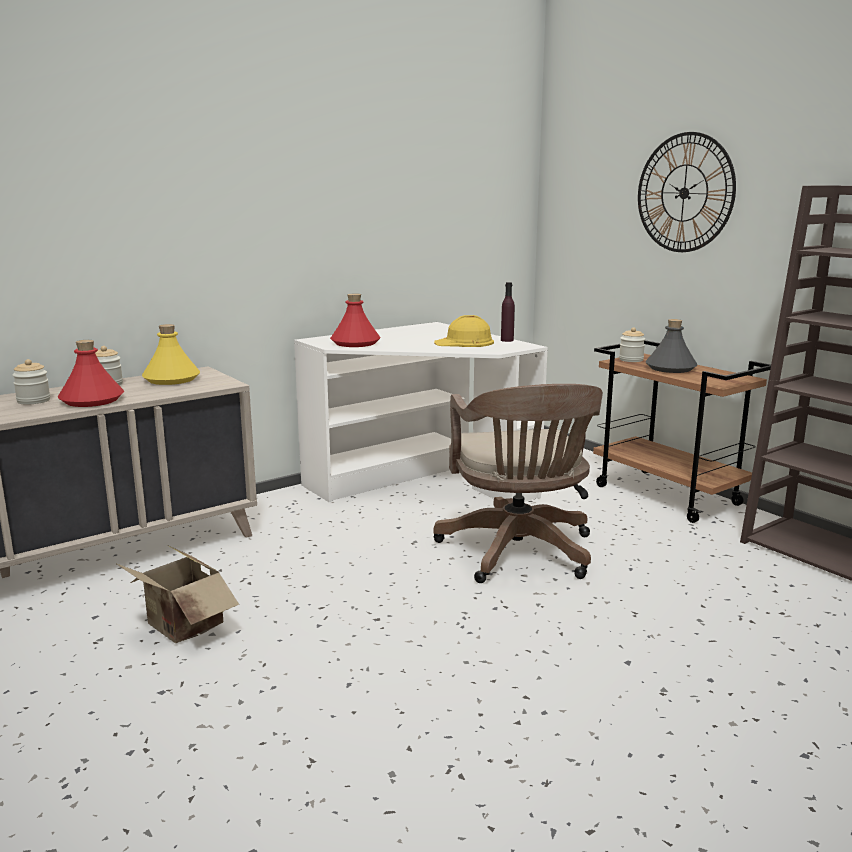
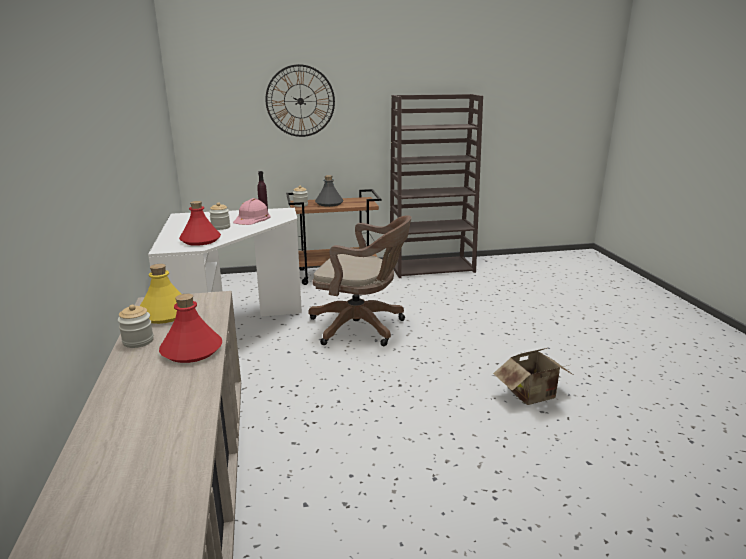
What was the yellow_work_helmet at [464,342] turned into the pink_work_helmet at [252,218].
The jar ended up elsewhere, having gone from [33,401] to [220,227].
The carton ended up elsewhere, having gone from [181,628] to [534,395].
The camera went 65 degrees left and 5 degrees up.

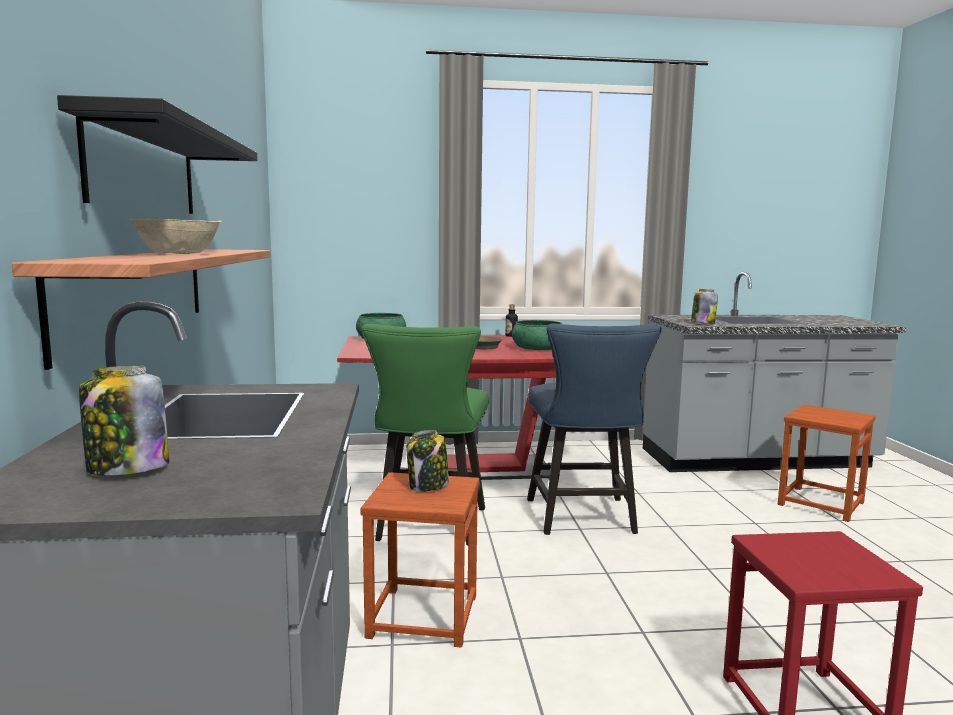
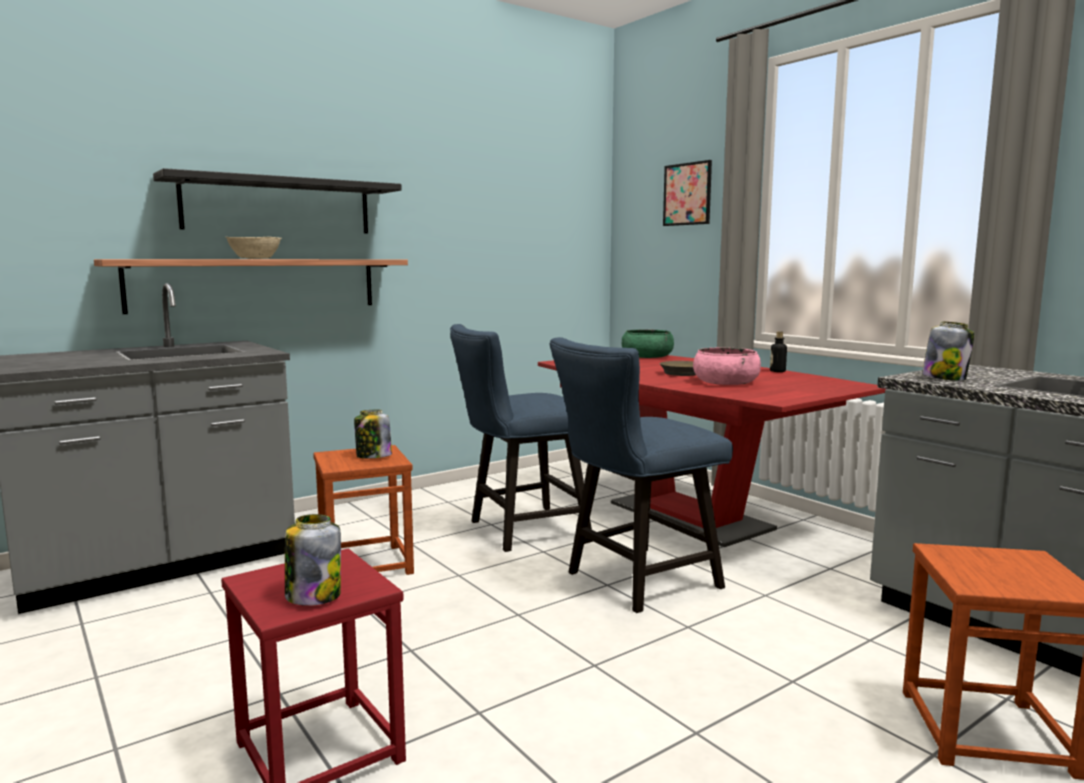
What was the green_deep_dish at [538,348] turned into the pink_deep_dish at [725,382].
What was the green_plain_chair at [429,527] turned into the bluish_plain_chair at [520,530].
The jar ended up elsewhere, having gone from [126,469] to [313,596].
The second view gained the wall_picture at [687,194].
The camera went 60 degrees right and 0 degrees up.

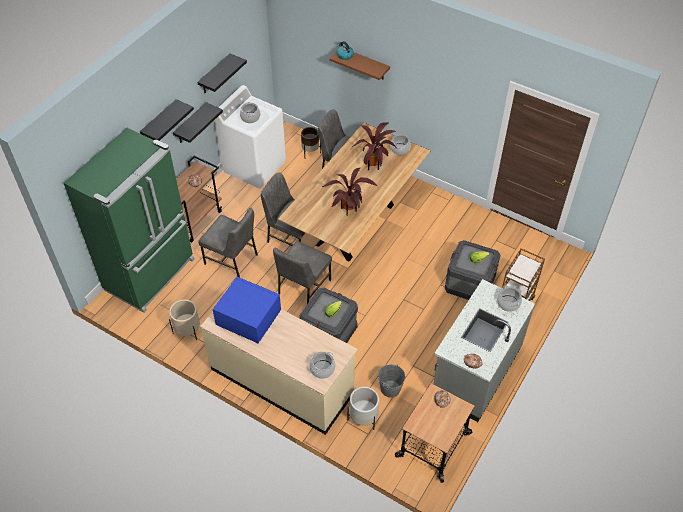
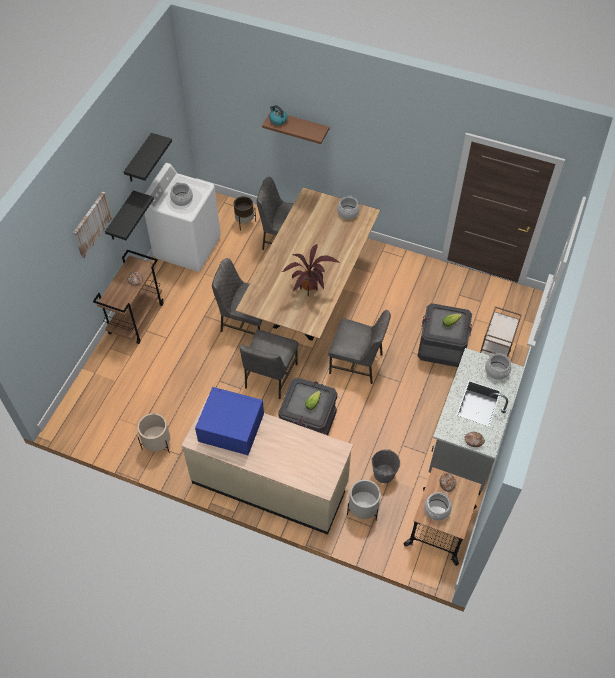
Where the black_bracket_shelf hung at [159,122], the wall_picture came to hang at [91,224].
The second view lost the plant_in_a_pot at [374,166].
The second view lost the green_fridge at [151,275].
The gray_plain_chair ended up elsewhere, having gone from [232,259] to [357,363].
The saucepot ended up elsewhere, having gone from [322,369] to [437,509].
The camera went 10 degrees left and 5 degrees up.

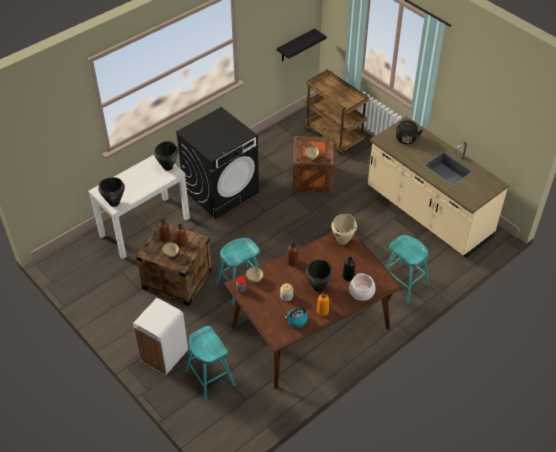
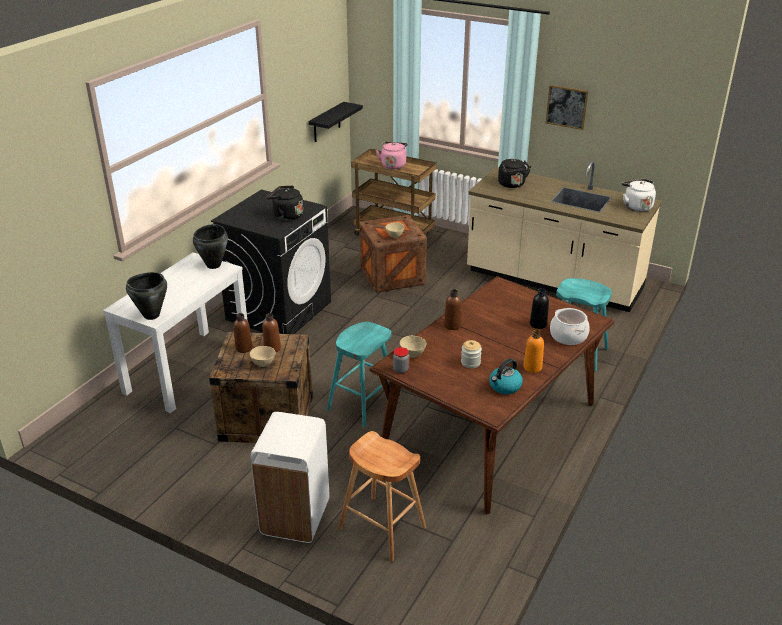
The second view lost the beige_saucepot at [343,241].
The second view lost the black_saucepot at [318,287].
What was the turquoise_stool at [210,378] turned into the brownish_stool at [382,528].
The second view gained the wall_picture at [567,106].
The second view gained the pink_kettle at [393,165].
The second view gained the whitish_kettle at [636,206].
The second view gained the black_kettle at [286,215].
The camera went 20 degrees left and 15 degrees down.

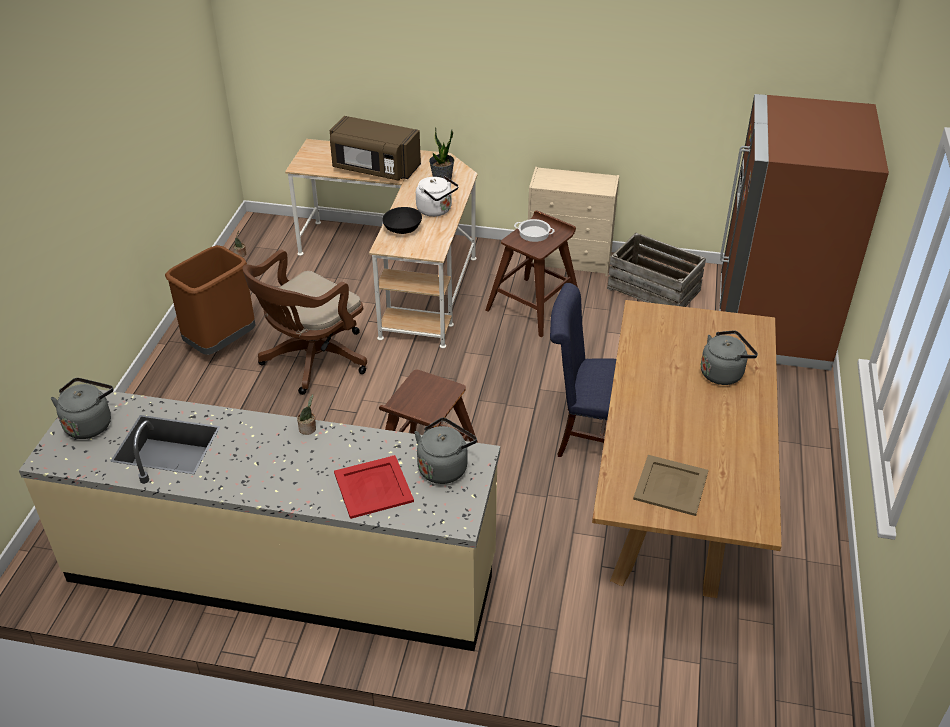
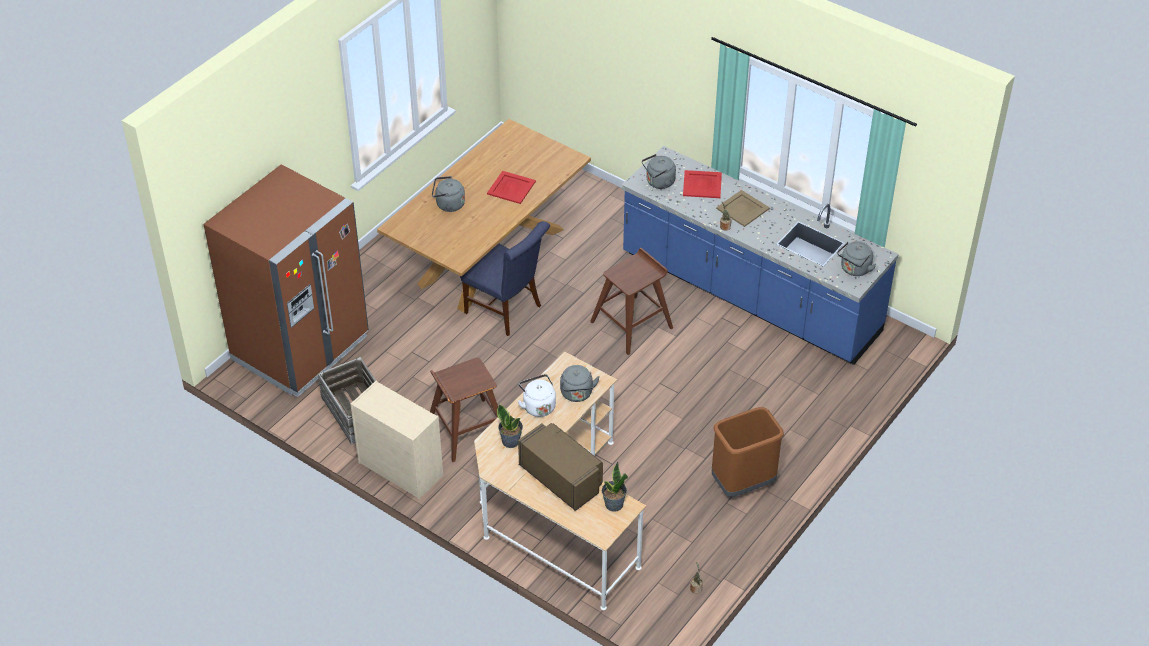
Where the black_deep_dish stood at [403,229], the gray_kettle came to stand at [577,394].
The second view lost the saucepot at [534,233].
The second view lost the brownish_office_chair at [311,361].
What was the beige_counter at [283,570] turned into the bluish_counter at [749,295].
The beige_serving_tray ended up elsewhere, having gone from [671,485] to [742,208].
The second view gained the reddish_serving_tray at [511,188].
The second view gained the plant_in_a_pot at [613,504].
The camera went 155 degrees left and 5 degrees up.

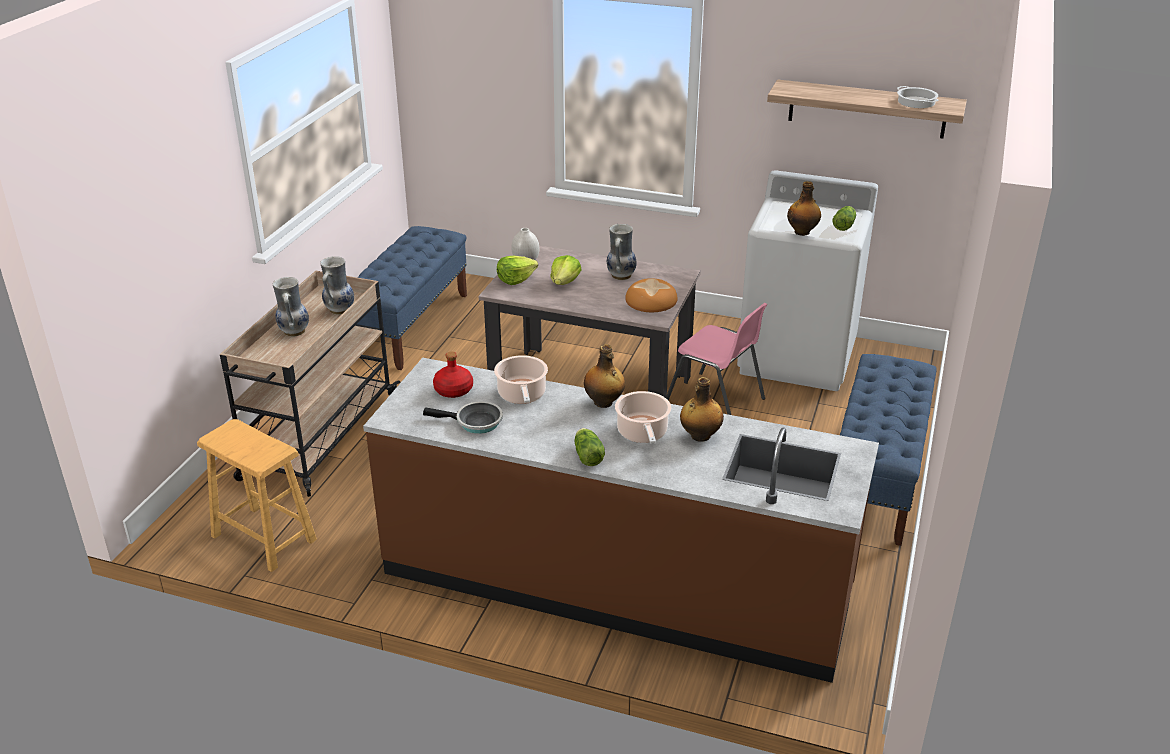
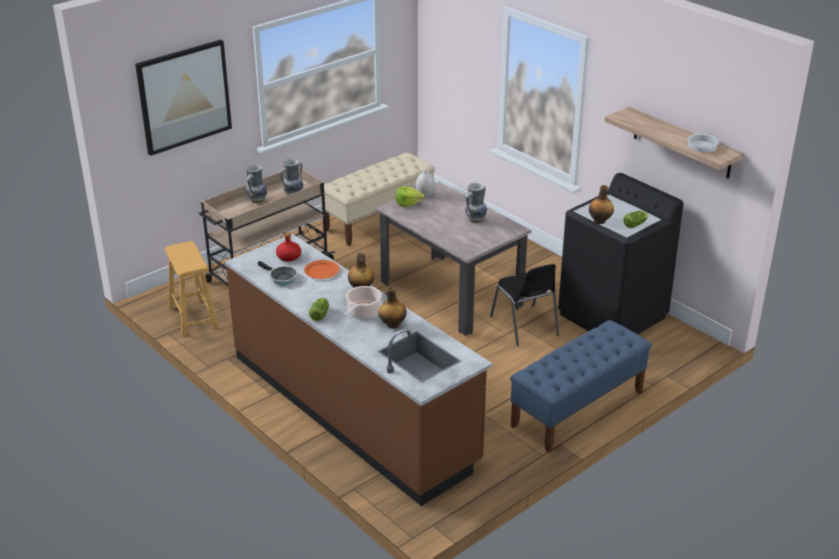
What was the whitish_washing_machine at [798,357] turned into the black_washing_machine at [612,316].
What was the bluish_long_seat at [410,326] turned into the beige_long_seat at [379,219].
The second view lost the lettuce at [564,282].
The second view lost the bread at [651,300].
What was the pink_plain_chair at [716,401] turned into the black_plain_chair at [525,326].
Where the saucepot stood at [522,395], the orange_dinner_plate came to stand at [321,271].
The second view gained the wall_picture at [184,96].
The camera went 30 degrees right and 0 degrees up.

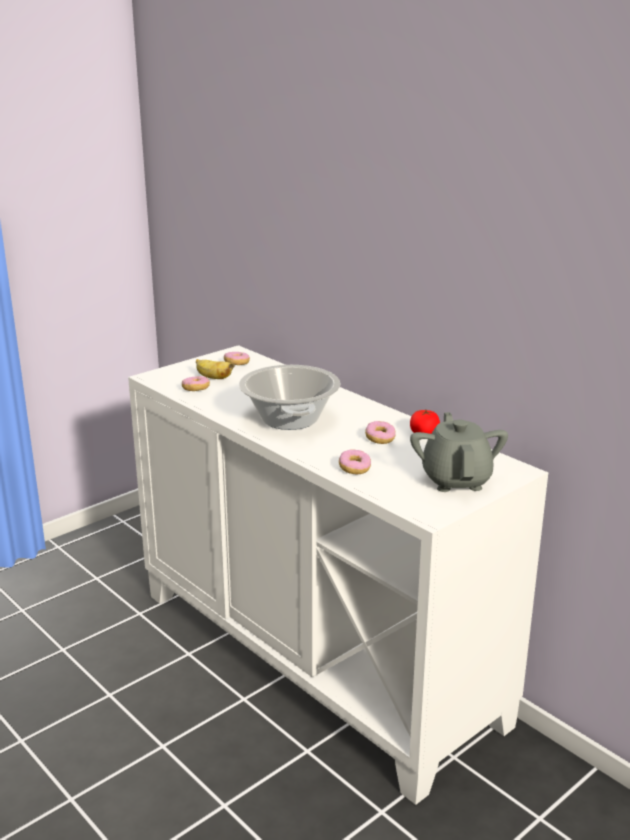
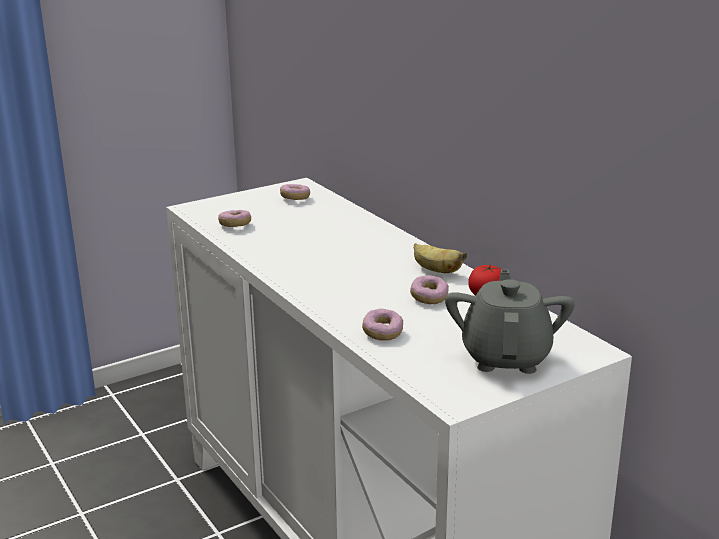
The banana_fruit ended up elsewhere, having gone from [213,378] to [436,270].
The second view lost the saucepot at [290,419].
The camera went 10 degrees right and 0 degrees up.

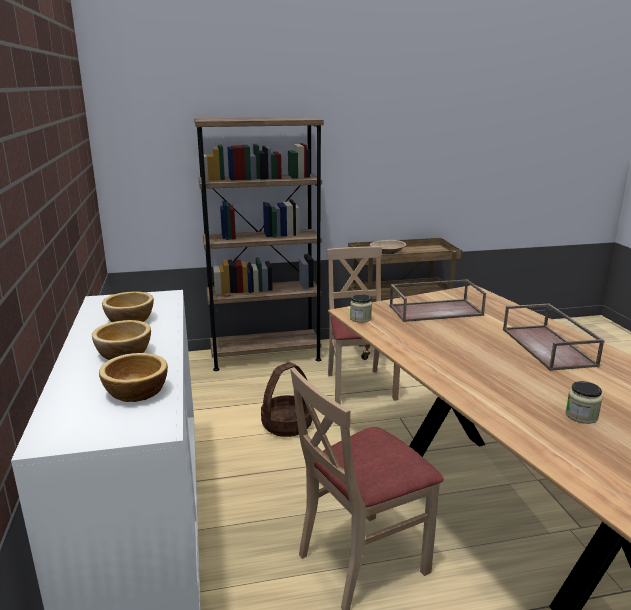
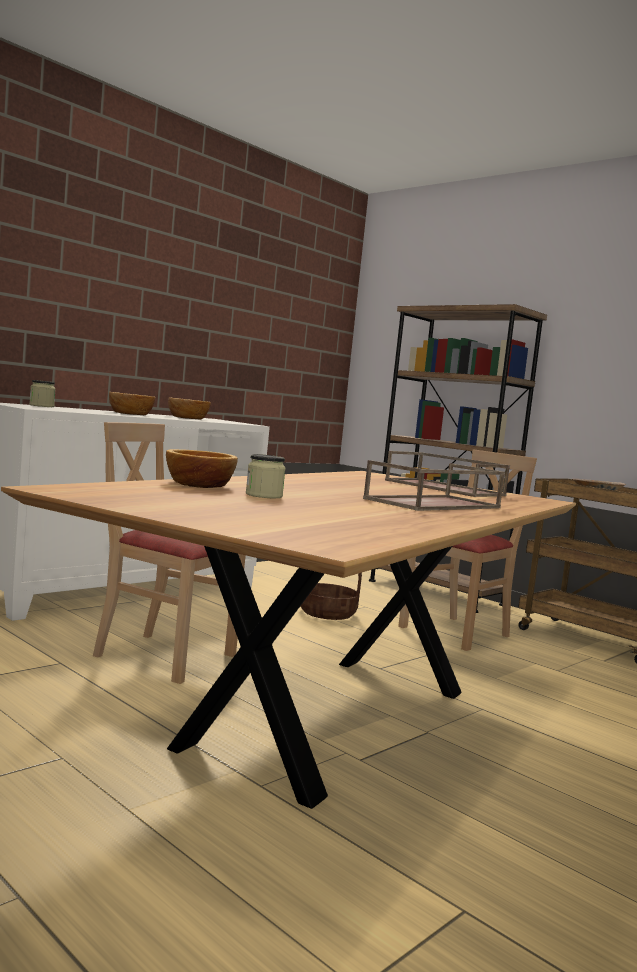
The jar ended up elsewhere, having gone from [360,318] to [41,406].
The deep_dish ended up elsewhere, having gone from [135,392] to [198,484].
The camera went 55 degrees right and 15 degrees down.

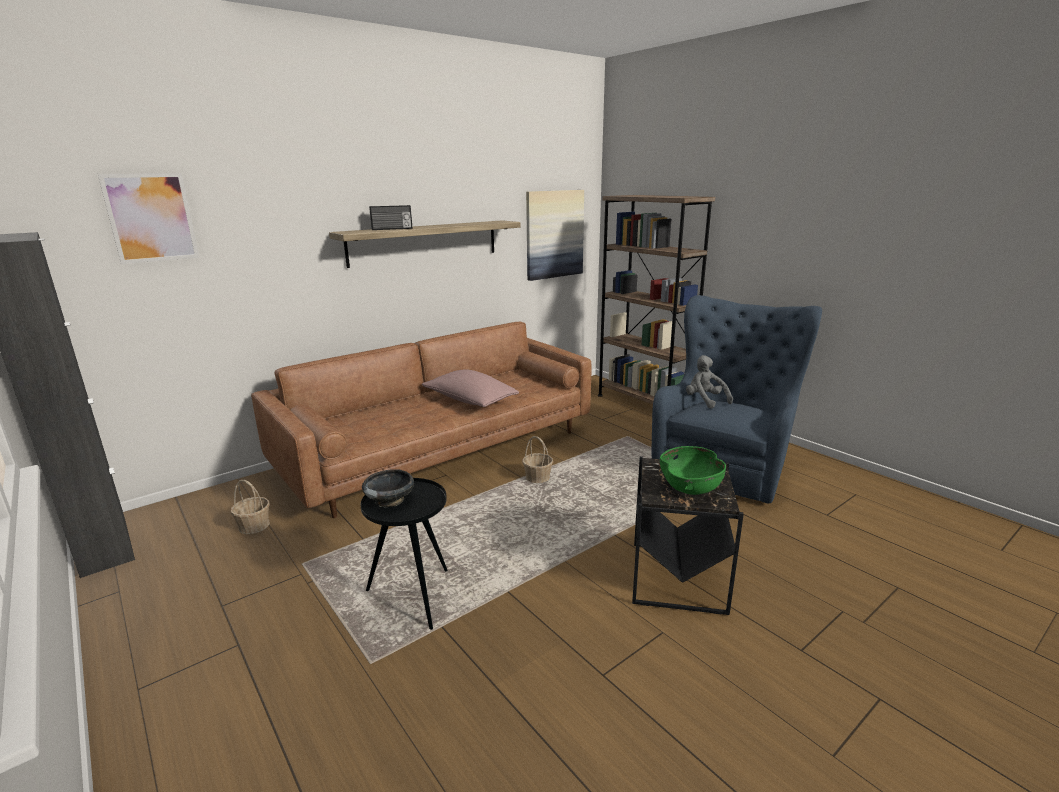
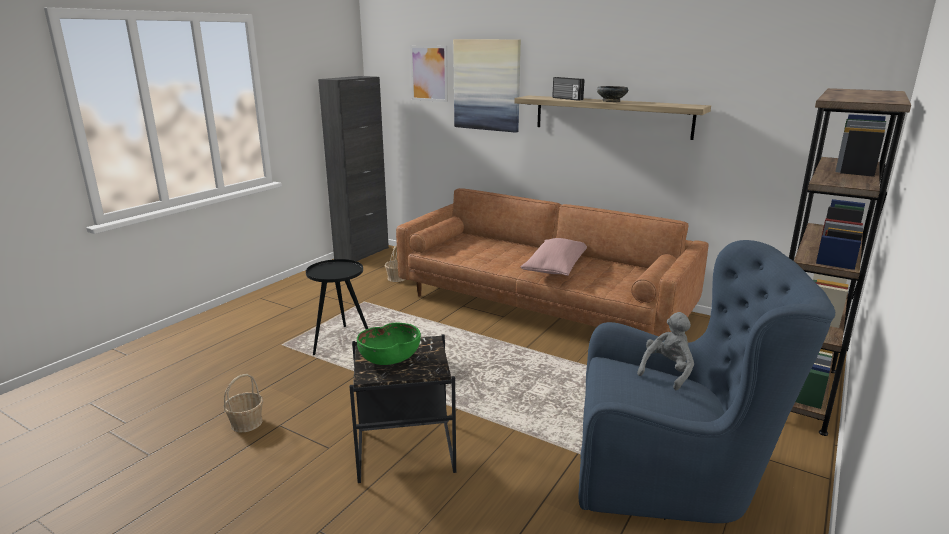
The wall_picture ended up elsewhere, having gone from [554,234] to [487,85].
The basket ended up elsewhere, having gone from [537,477] to [247,423].
The black_deep_dish ended up elsewhere, having gone from [390,500] to [611,101].
The camera went 70 degrees right and 0 degrees up.

